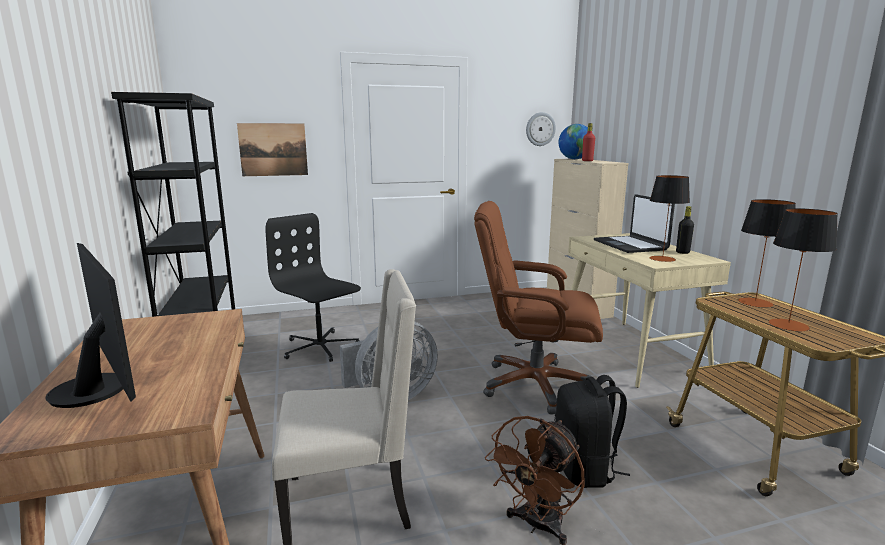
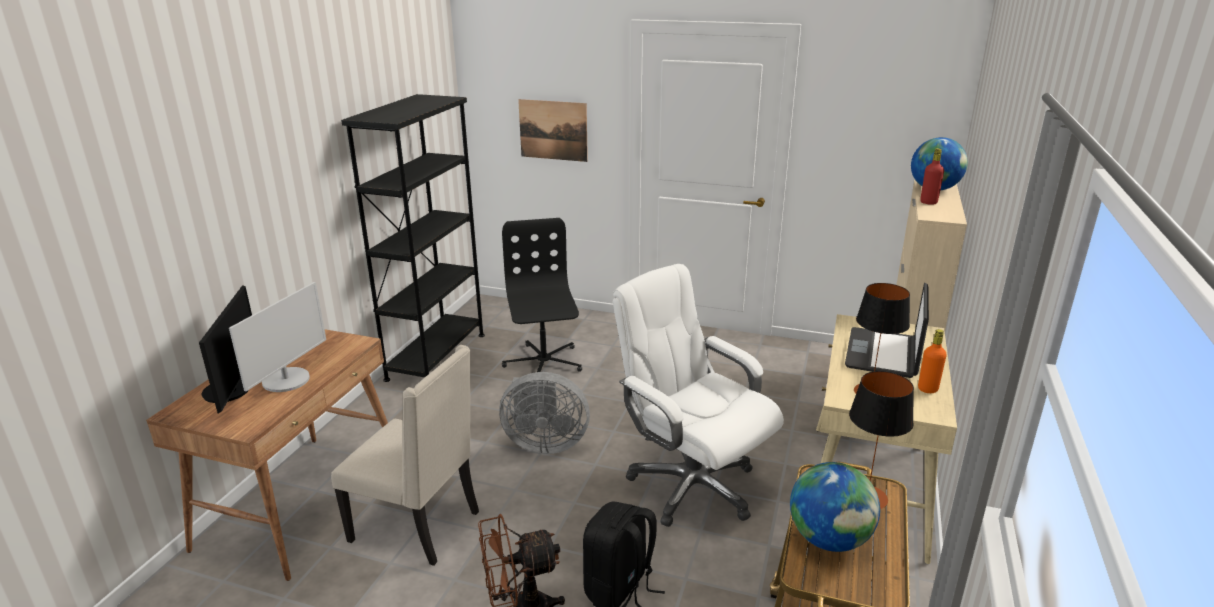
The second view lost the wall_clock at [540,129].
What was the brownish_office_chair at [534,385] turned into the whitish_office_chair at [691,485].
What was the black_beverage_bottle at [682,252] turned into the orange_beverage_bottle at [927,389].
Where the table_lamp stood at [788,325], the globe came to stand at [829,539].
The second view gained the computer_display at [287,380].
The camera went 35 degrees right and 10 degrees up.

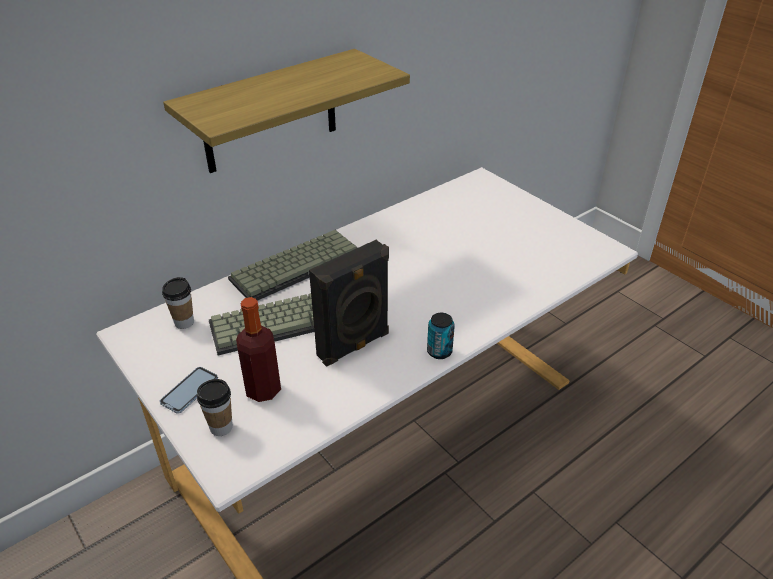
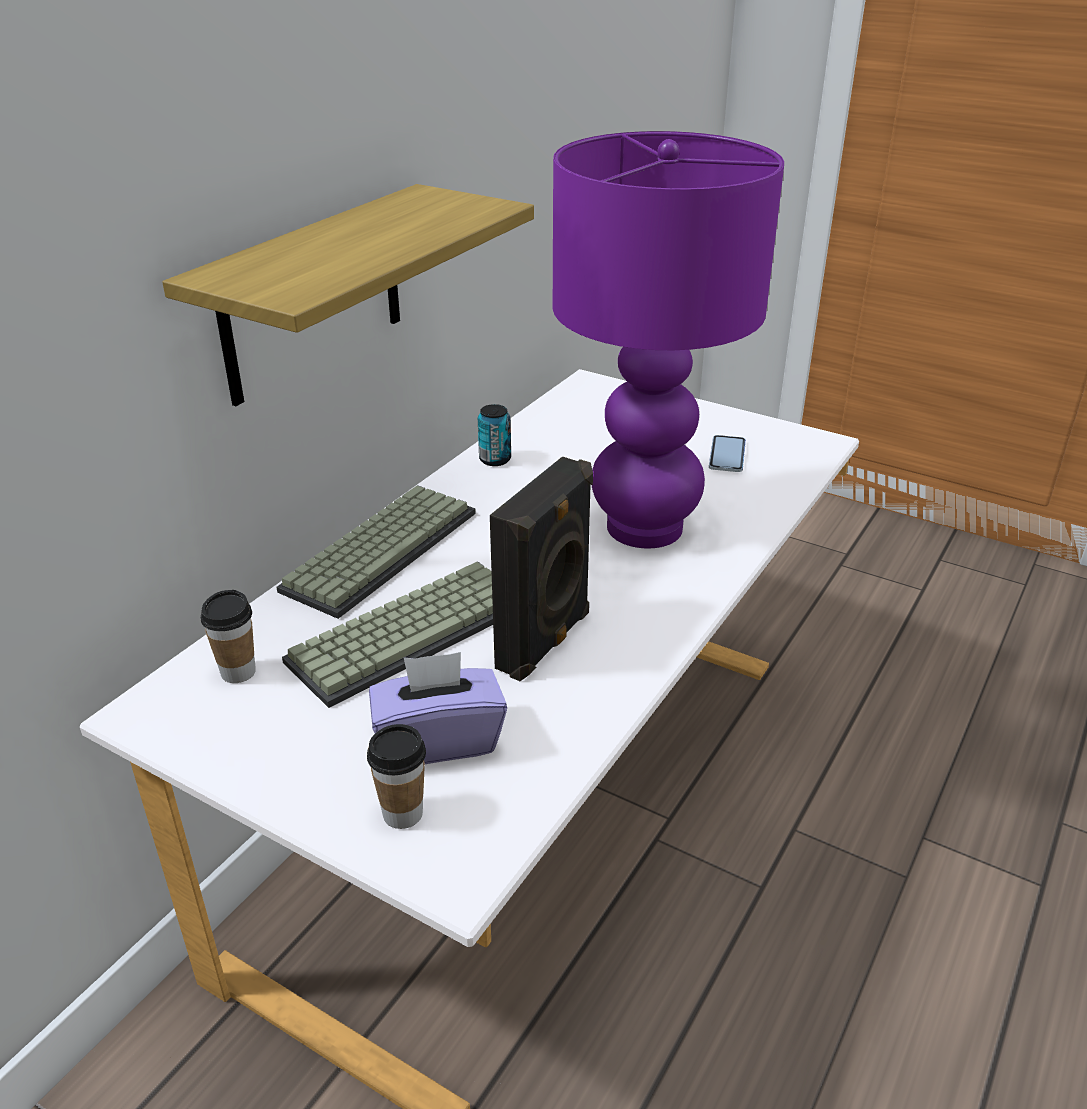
Where the beverage_bottle stood at [263,390], the purple-coloured_tissue_box came to stand at [439,739].
The sealed_can ended up elsewhere, having gone from [439,351] to [495,459].
The handset ended up elsewhere, having gone from [189,391] to [727,455].
The second view gained the purple-coloured_table_lamp at [643,527].
The camera went 20 degrees left and 5 degrees down.

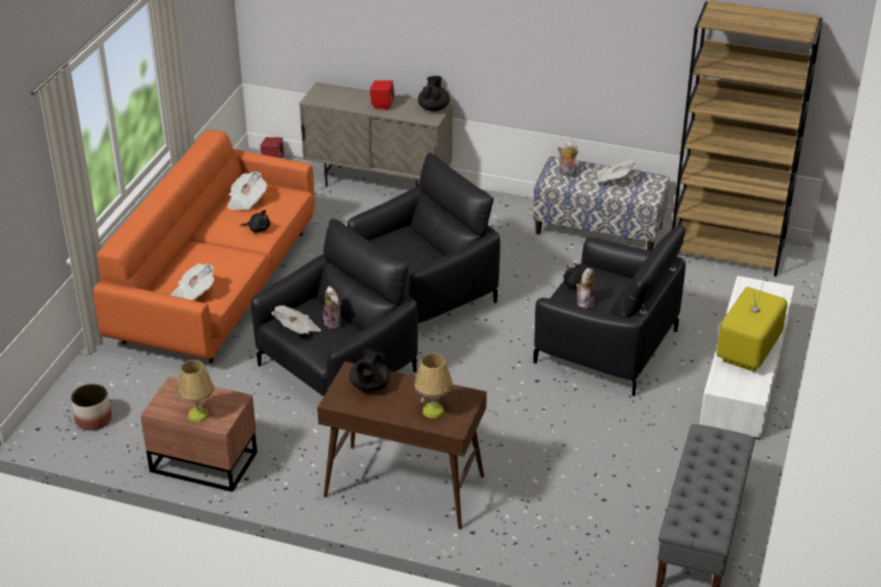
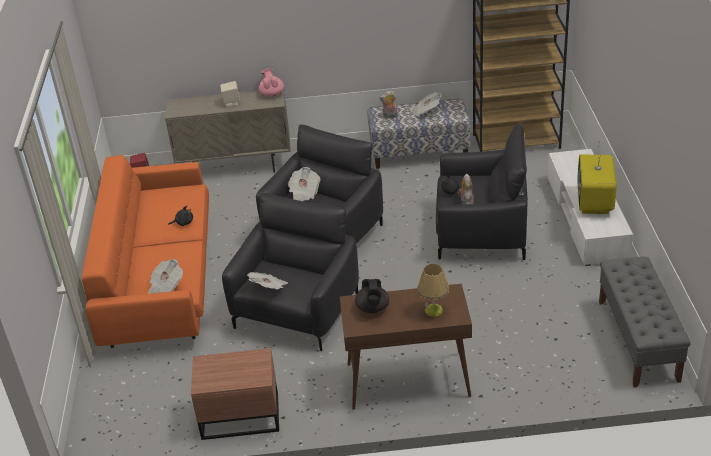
What was the black_tea_pot at [433,108] turned into the pink_tea_pot at [272,94].
What was the reddish_audio_speaker at [382,105] turned into the beige_audio_speaker at [231,102].
The printed_paper ended up elsewhere, having gone from [246,201] to [304,193].
The second view lost the cuddly_toy at [334,322].
The second view lost the table_lamp at [198,415].
The second view lost the flower_pot at [93,420].
The camera went 20 degrees left and 0 degrees up.

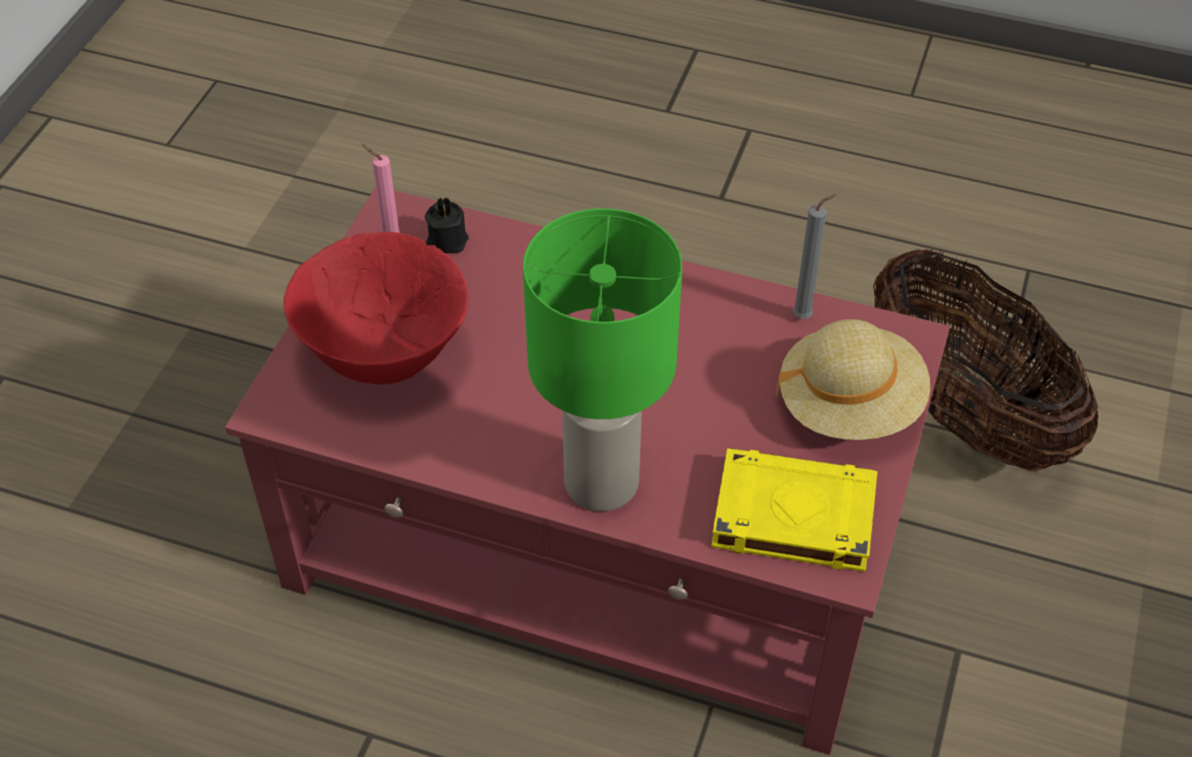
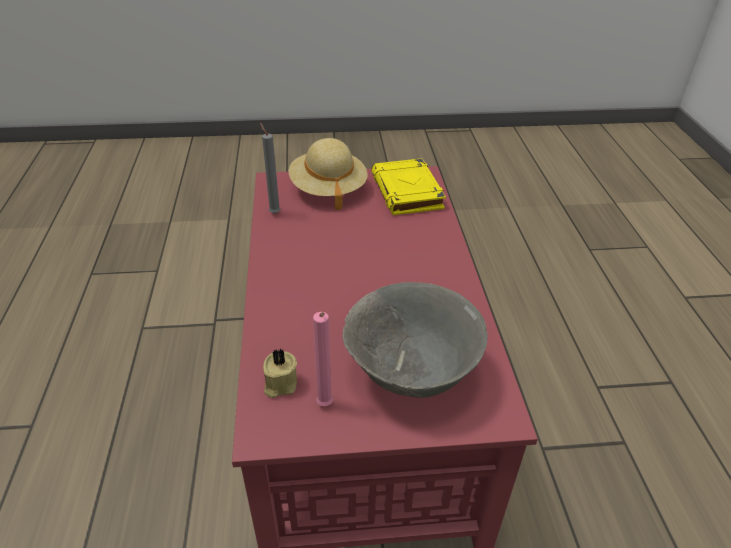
What was the black_candle at [447,239] turned into the beige_candle at [279,384].
The second view lost the green_table_lamp at [603,484].
What was the reddish_deep_dish at [384,354] turned into the gray_deep_dish at [411,374].
The second view lost the basket at [964,412].
The camera went 115 degrees left and 10 degrees down.

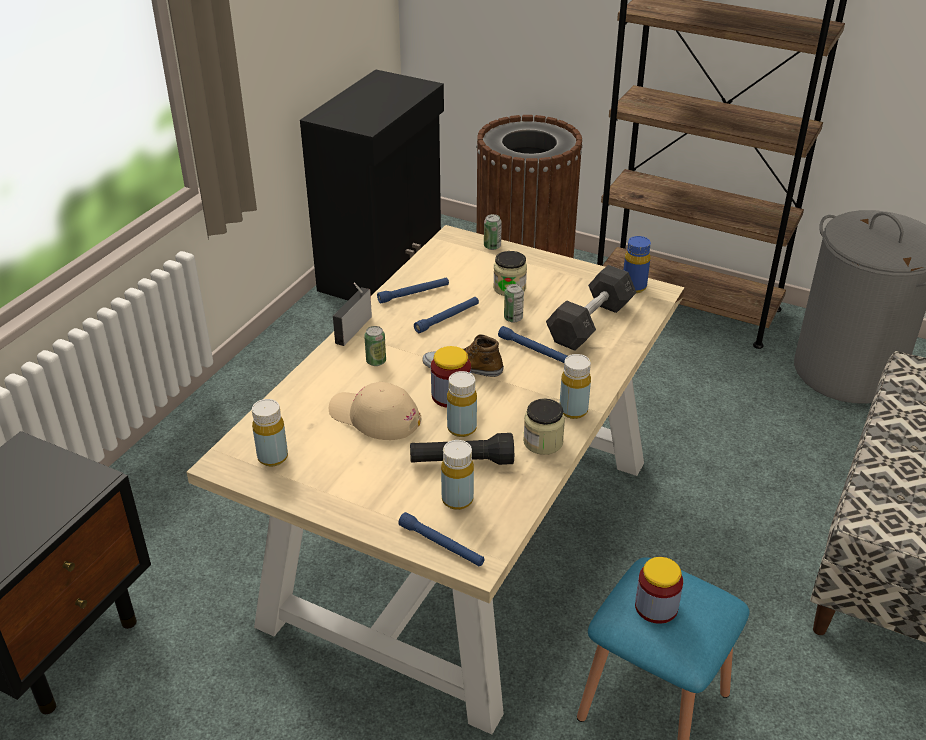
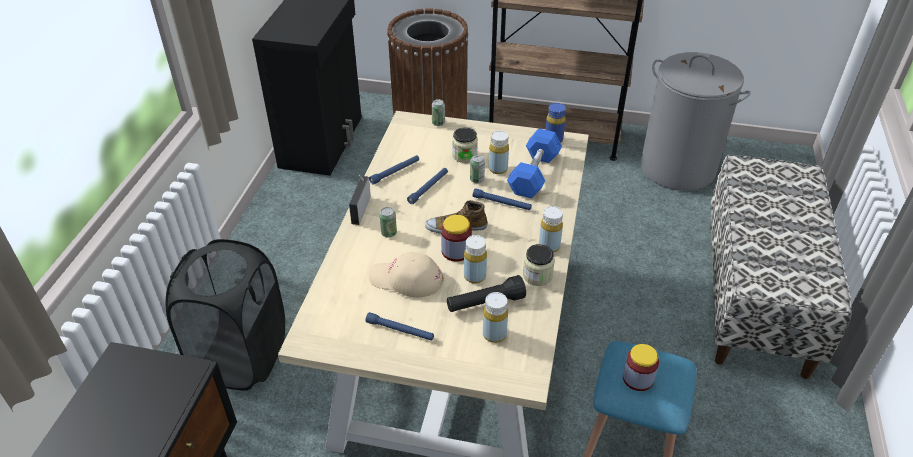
What was the gray_dumbbell at [590,323] turned into the bluish_dumbbell at [534,174].
The yellow_beverage_bottle ended up elsewhere, having gone from [273,457] to [498,169].
The bluish_flashlight ended up elsewhere, having gone from [441,545] to [400,330].
The second view gained the black_washing_basket at [241,357].
The camera went 15 degrees left and 5 degrees up.

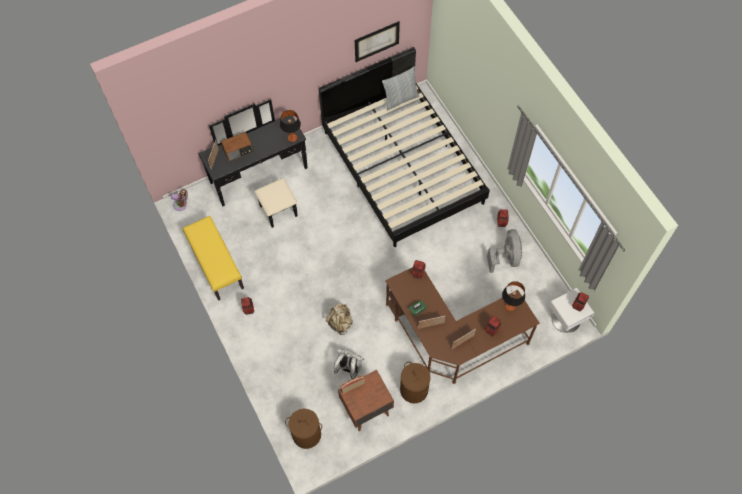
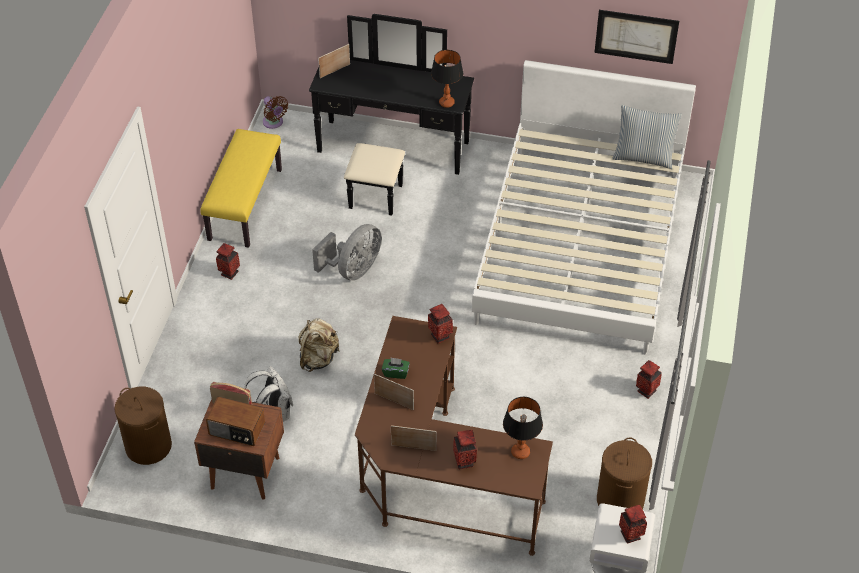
What was the black_bed at [403,166] turned into the whitish_bed at [581,245].
The radio_receiver ended up elsewhere, having gone from [238,151] to [237,430].
The gray_electric_fan ended up elsewhere, having gone from [506,258] to [353,270].
The brownish_washing_basket ended up elsewhere, having gone from [414,390] to [620,500].
The camera went 40 degrees right and 15 degrees down.

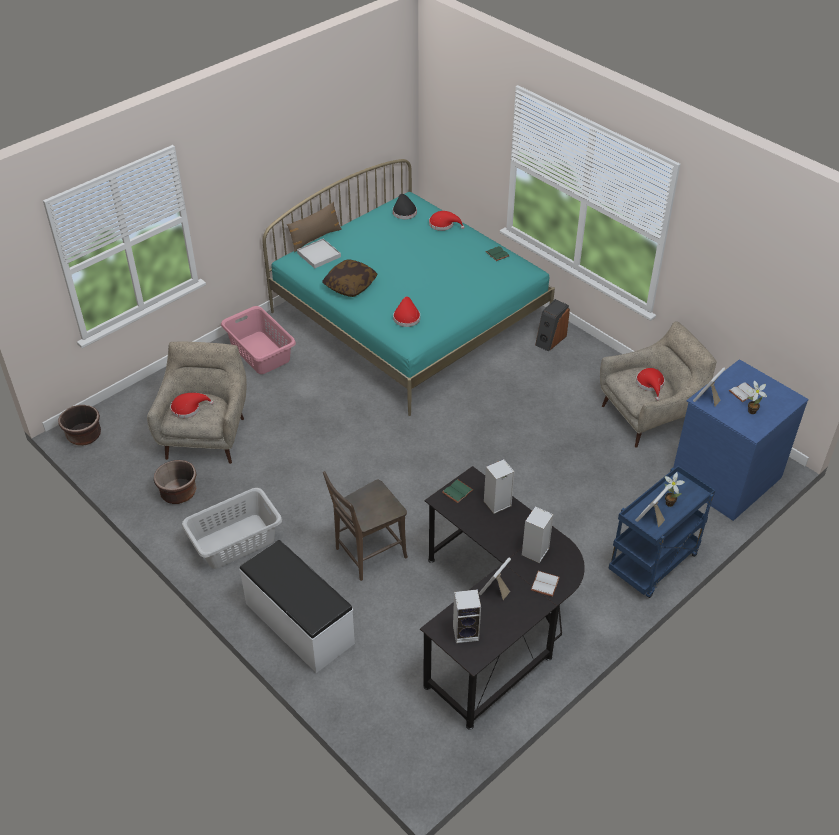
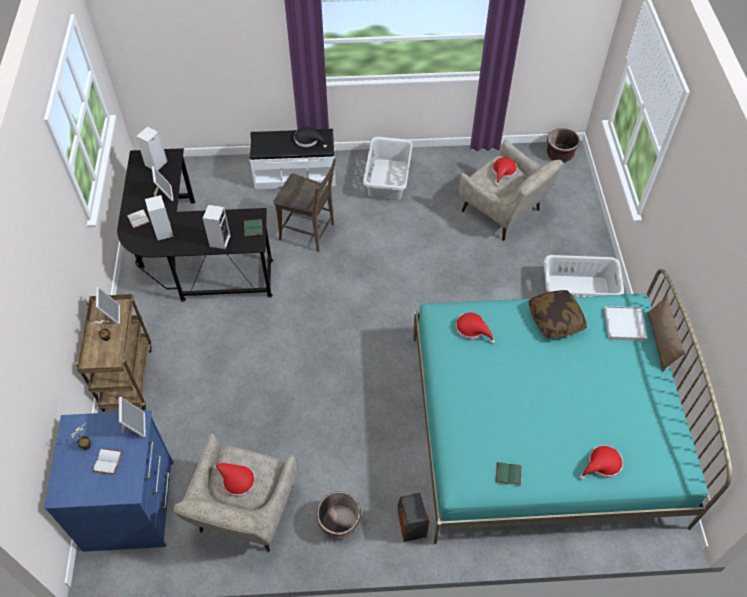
The black_hat ended up elsewhere, having gone from [404,212] to [308,140].
What was the pink_washing_basket at [260,352] turned into the gray_washing_basket at [578,291].
The brownish_flower_pot ended up elsewhere, having gone from [179,493] to [339,523].
What was the bluish_trolley at [653,565] turned into the brownish_trolley at [127,377].
The brownish_plain_chair at [367,554] ended up facing another way, 105 degrees clockwise from before.
The camera went 130 degrees right and 10 degrees up.

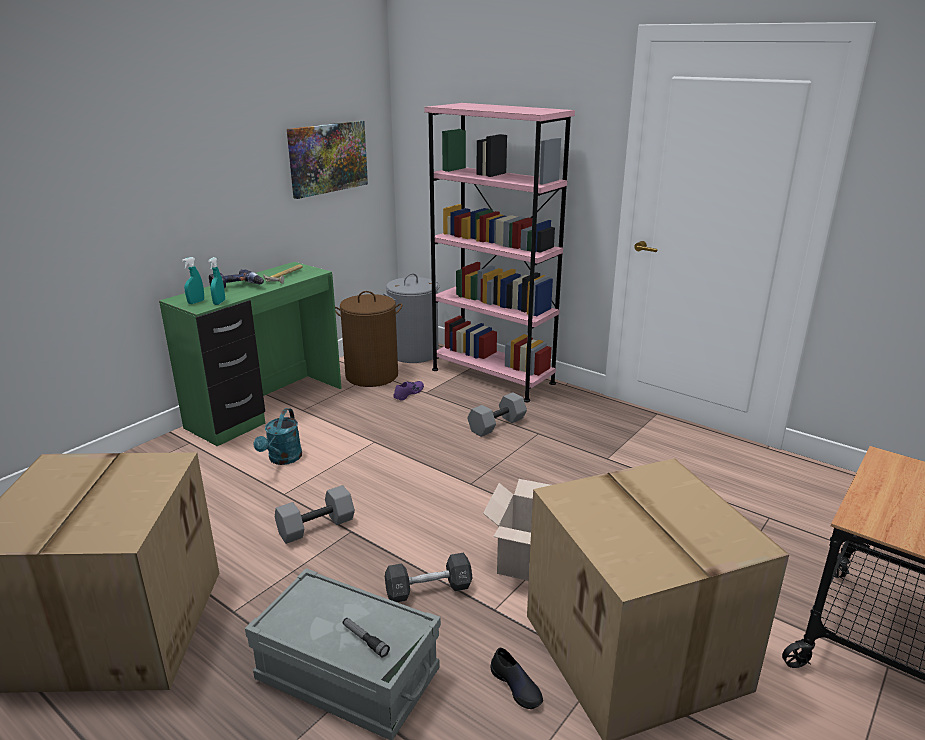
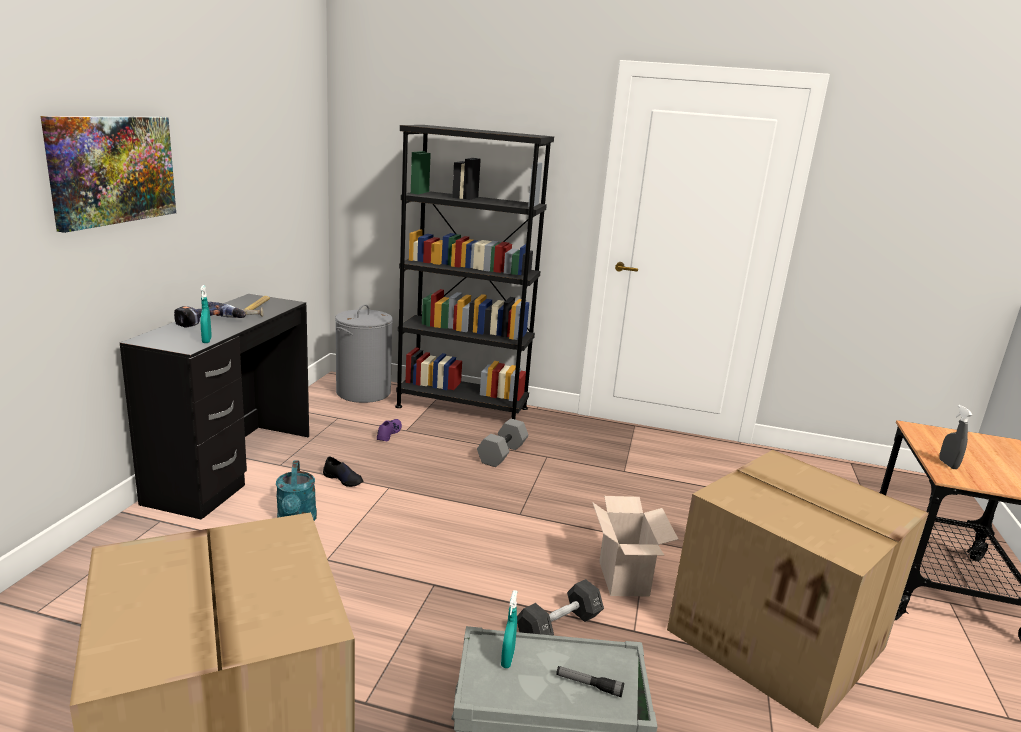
What was the pink_bookcase at [492,376] turned into the black_bookcase at [462,407].
The wall_picture ended up elsewhere, having gone from [327,158] to [112,169].
The turquoise_spray_bottle ended up elsewhere, having gone from [196,302] to [507,659].
What was the green_desk_table at [268,408] turned into the black_desk_table at [234,467].
The second view lost the brownish_washing_basket at [372,375].
The second view lost the gray_dumbbell at [316,526].
The black_low_shoe ended up elsewhere, having gone from [516,686] to [343,479].
The second view gained the gray_spray_bottle at [948,464].
The camera went 25 degrees left and 5 degrees down.

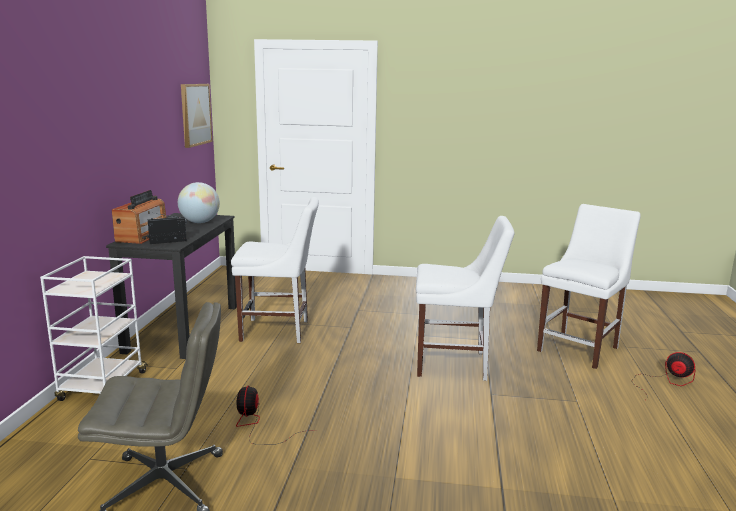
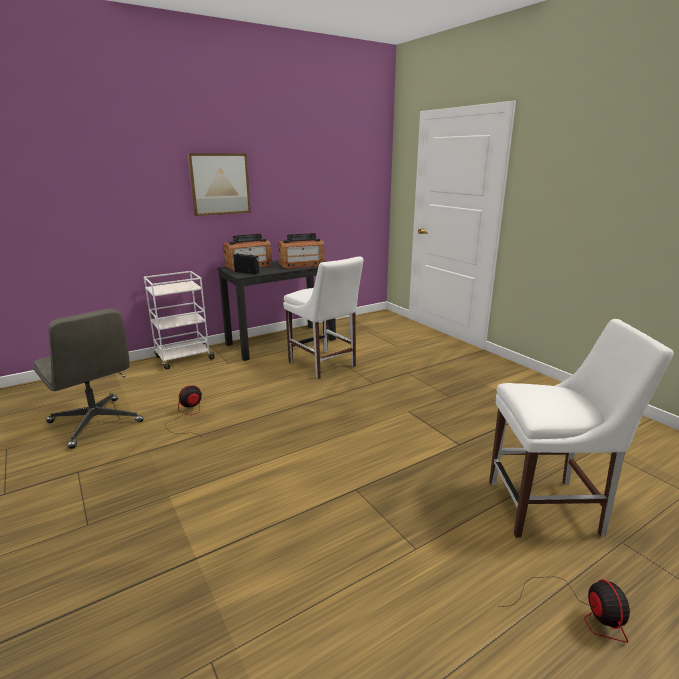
The wall_picture ended up elsewhere, having gone from [195,114] to [219,184].
Where the globe stood at [200,222], the radio_receiver came to stand at [301,265].
The second view lost the whitish_plain_chair at [455,364].
The camera went 50 degrees right and 5 degrees up.

